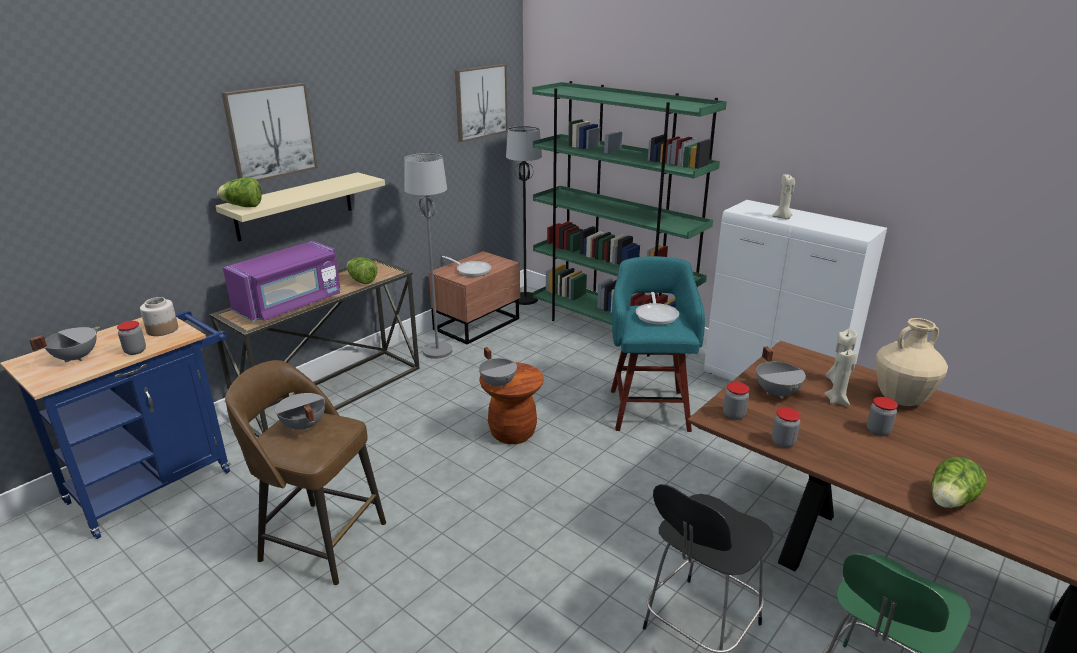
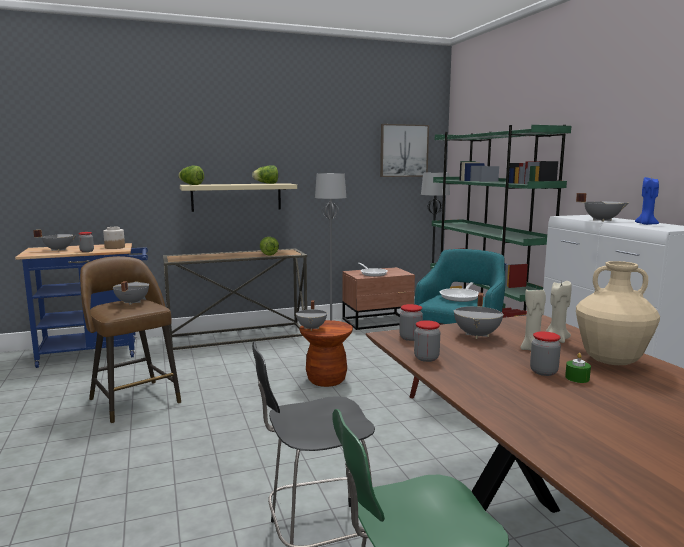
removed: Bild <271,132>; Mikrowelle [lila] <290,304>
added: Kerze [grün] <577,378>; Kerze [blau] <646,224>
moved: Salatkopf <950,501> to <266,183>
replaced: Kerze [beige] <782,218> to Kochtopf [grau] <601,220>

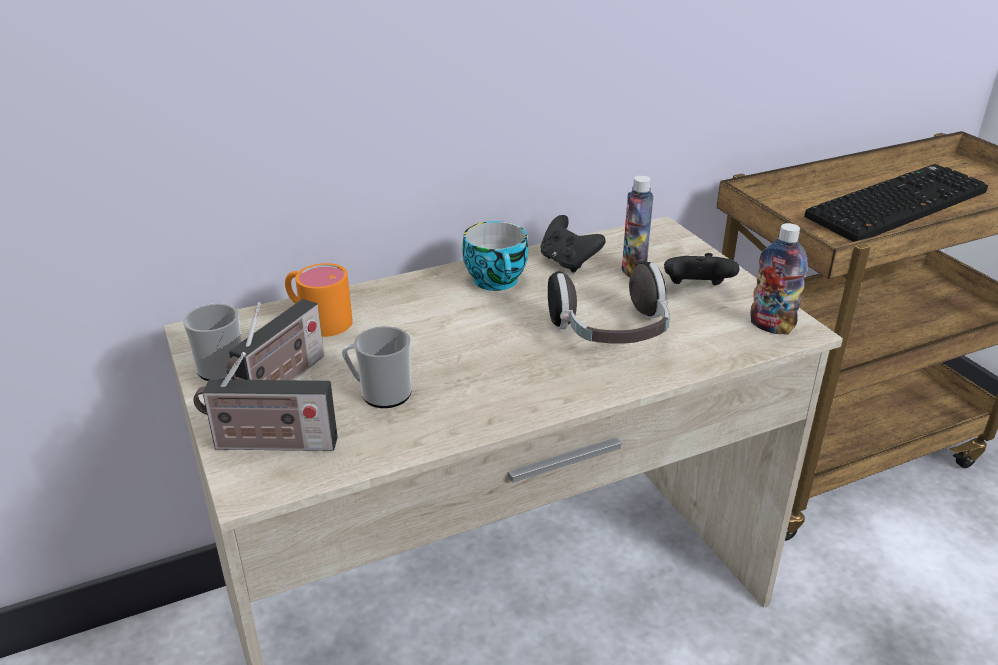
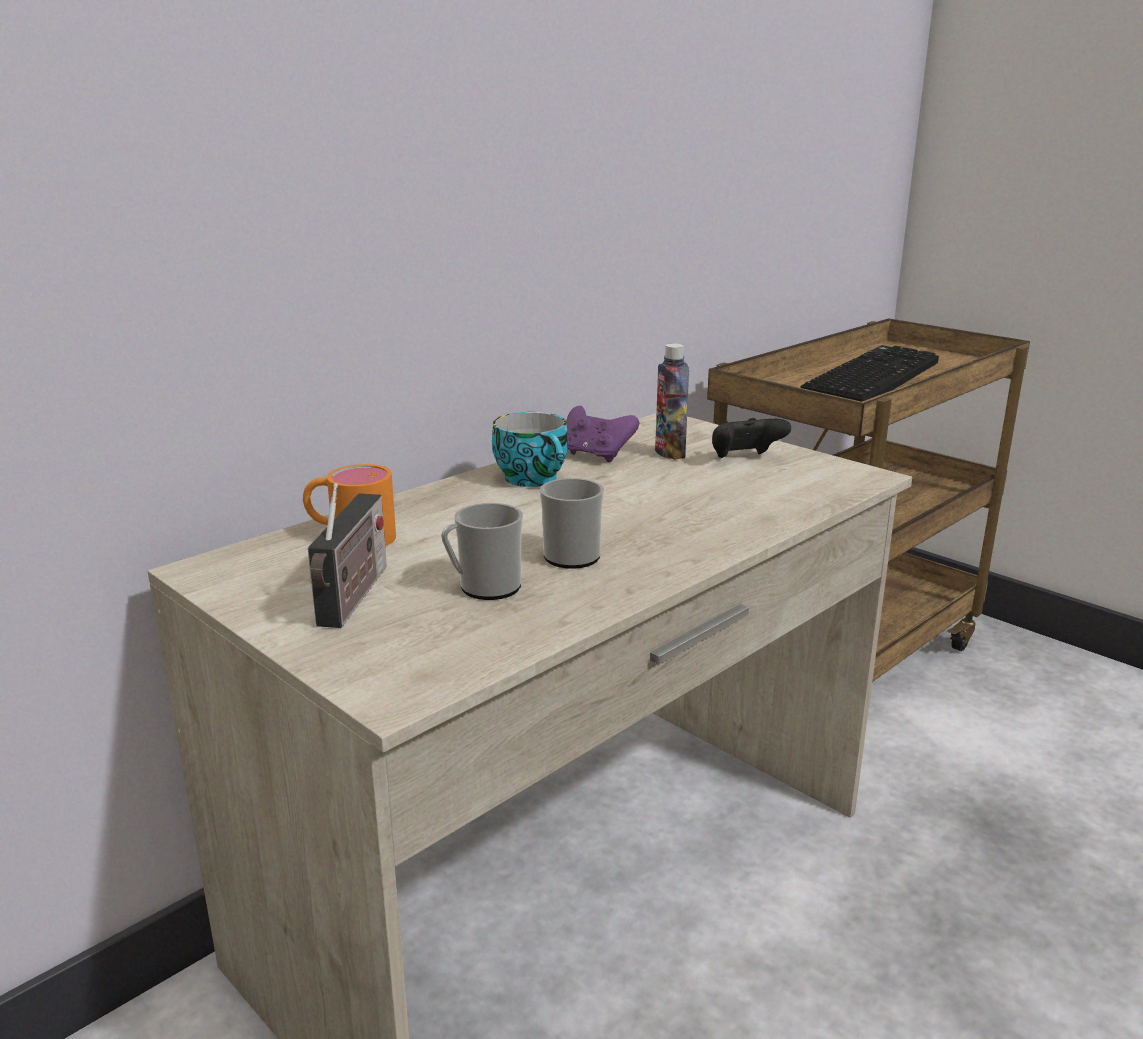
removed: Radio <269,444>; Kopfhörer <611,333>; Flasche <771,326>
moved: Henkelbecher <221,365> to <567,554>
recoloured: Gamepad [schwarz] <568,262> to Gamepad [lila] <596,455>

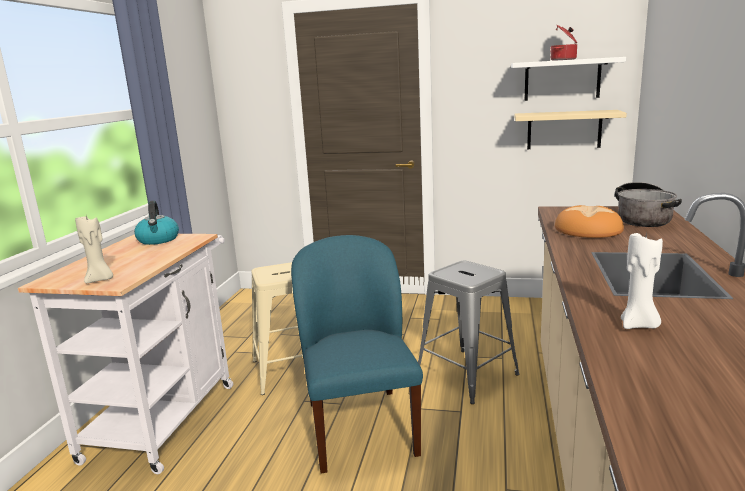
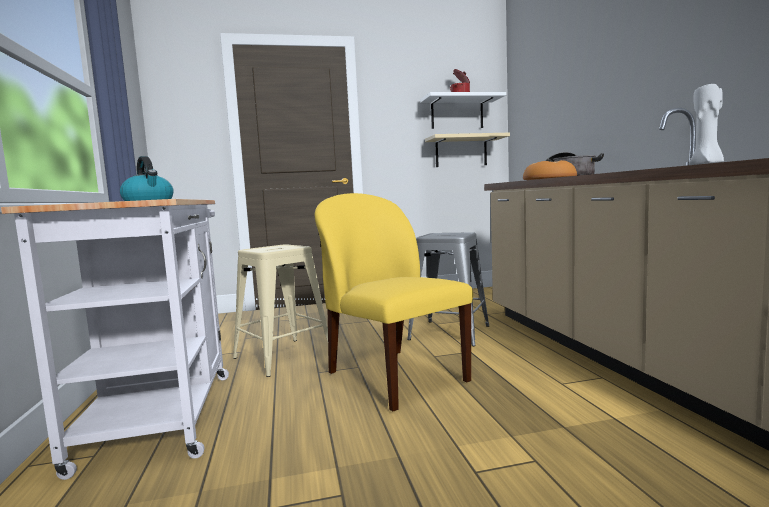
removed: Kerze [beige] <100,280>
recoloured: Stuhl [blau] <360,426> to Stuhl [gelb] <394,376>

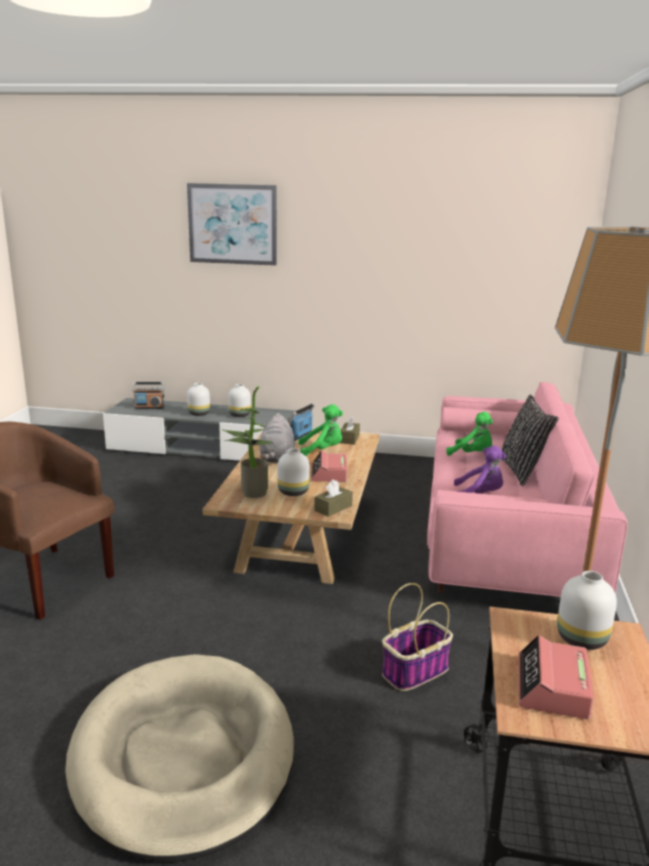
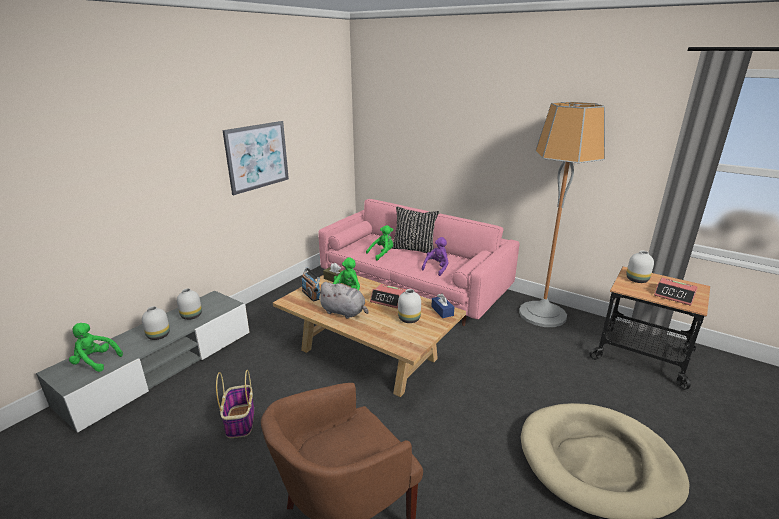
removed: Topfpflanze <250,493>
moved: Korb <415,671> to <240,420>; Bild <232,224> to <257,156>
replaced: Radio <149,407> to Plüschtier [grün] <95,361>
recoloured: Taschentuchbox [braun] <333,508> to Taschentuchbox [blau] <442,311>

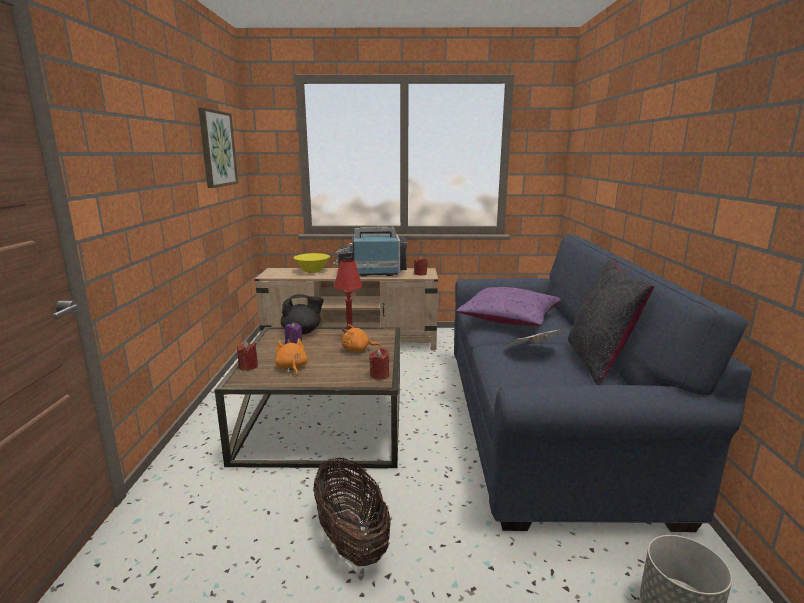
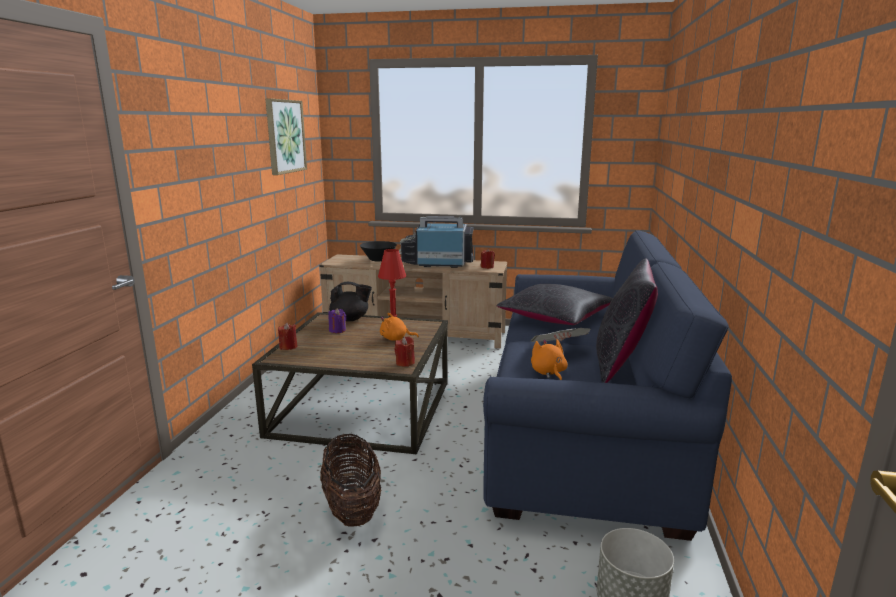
moved: Plüschtier [orange] <291,368> to <548,373>
recoloured: Schüssel [gelb] <312,271> to Schüssel [schwarz] <378,259>; Kissen [lila] <509,319> to Kissen [schwarz] <555,318>

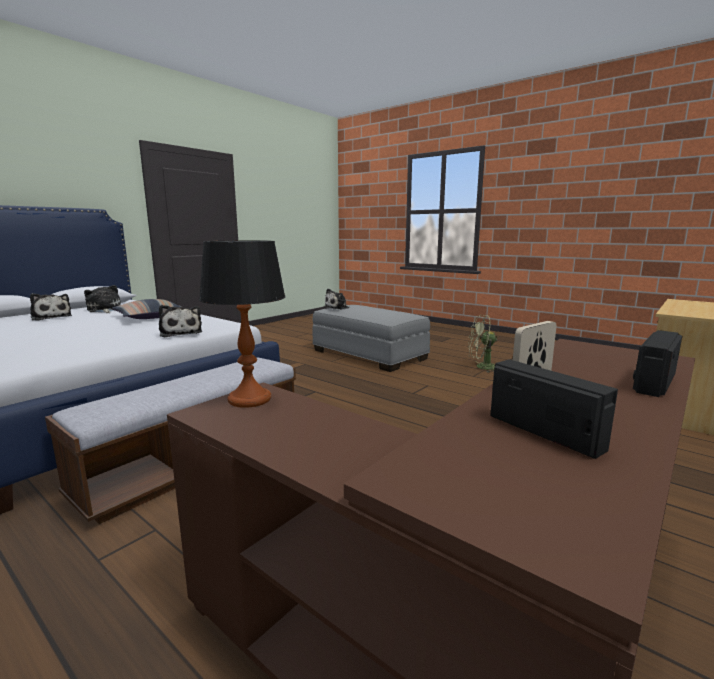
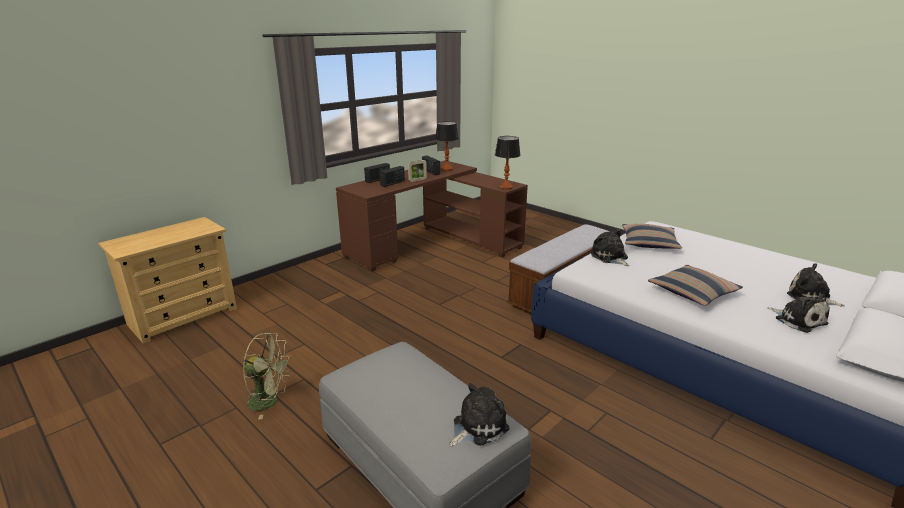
added: Radio <392,183>; Tischlampe <447,169>; Kissen <649,243>

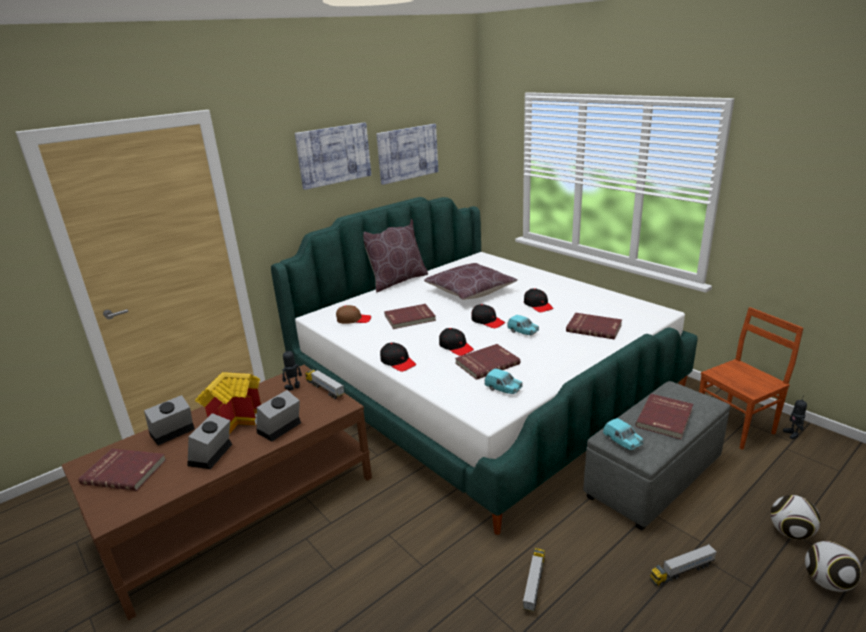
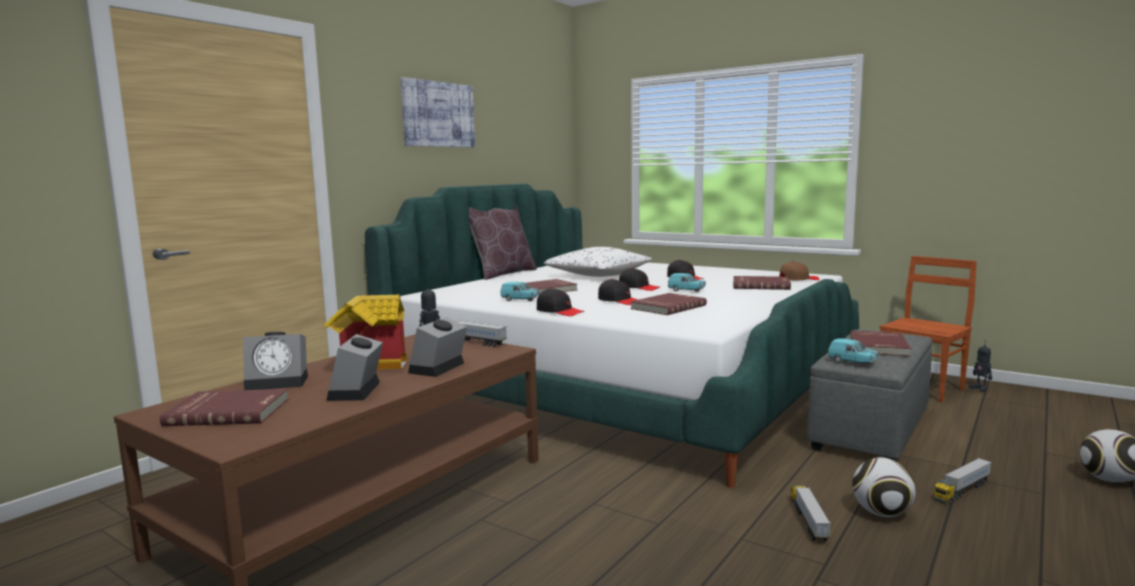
removed: Bild <407,153>
moved: Spielzeugauto [türkis] <503,389> to <520,300>; Kappe [braun] <353,320> to <798,279>; Fußball <790,532> to <881,513>
recoloured: Kissen [braun] <470,291> to Kissen [weiß] <598,275>
turned: Wecker <171,433> = <280,382> 135 degrees counterclockwise

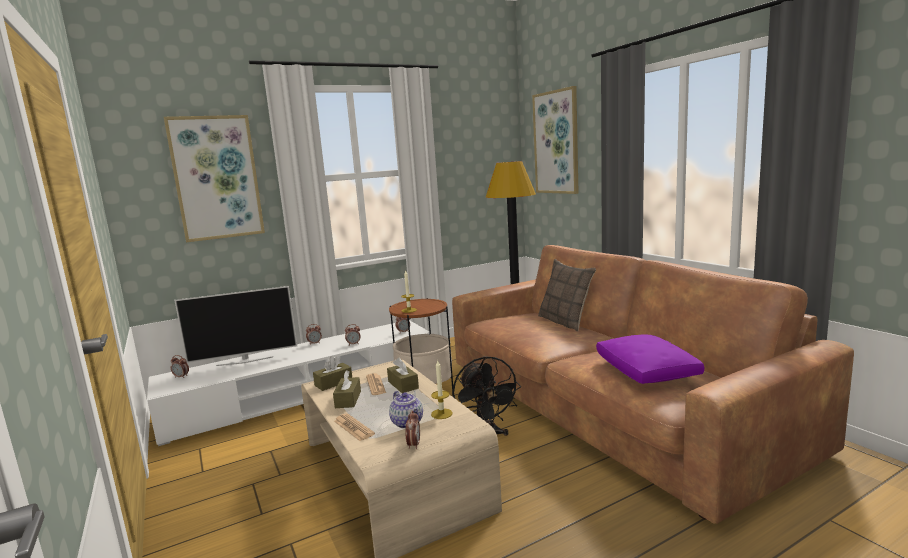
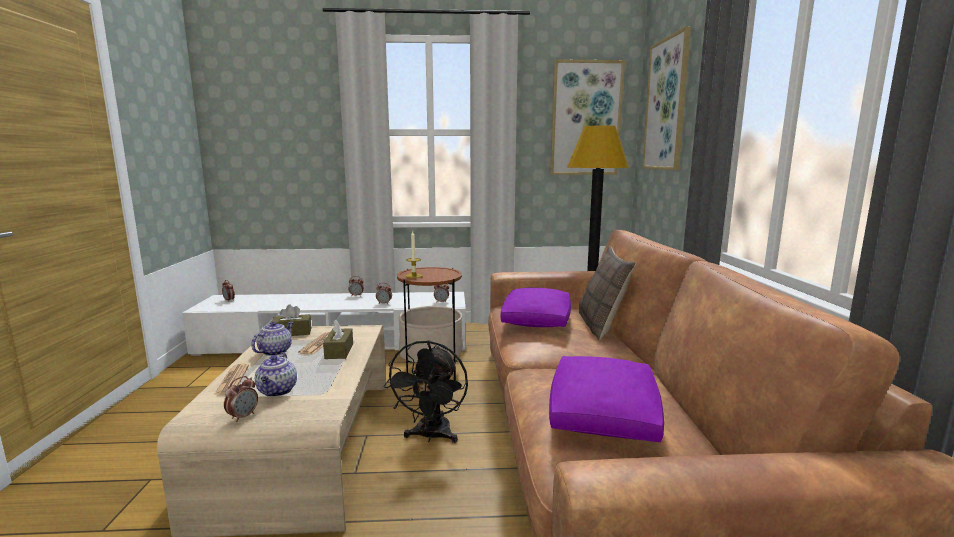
removed: Fernseher <245,361>; Kerze <441,414>
added: Kissen [lila] <536,320>
moved: Bild <216,178> to <585,119>
replaced: Taschentuchbox [braun] <348,399> to Teekanne <275,351>

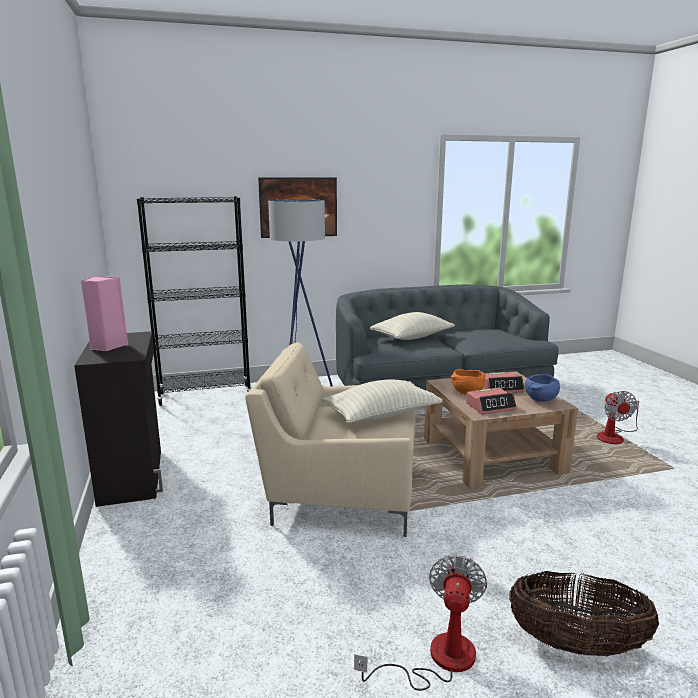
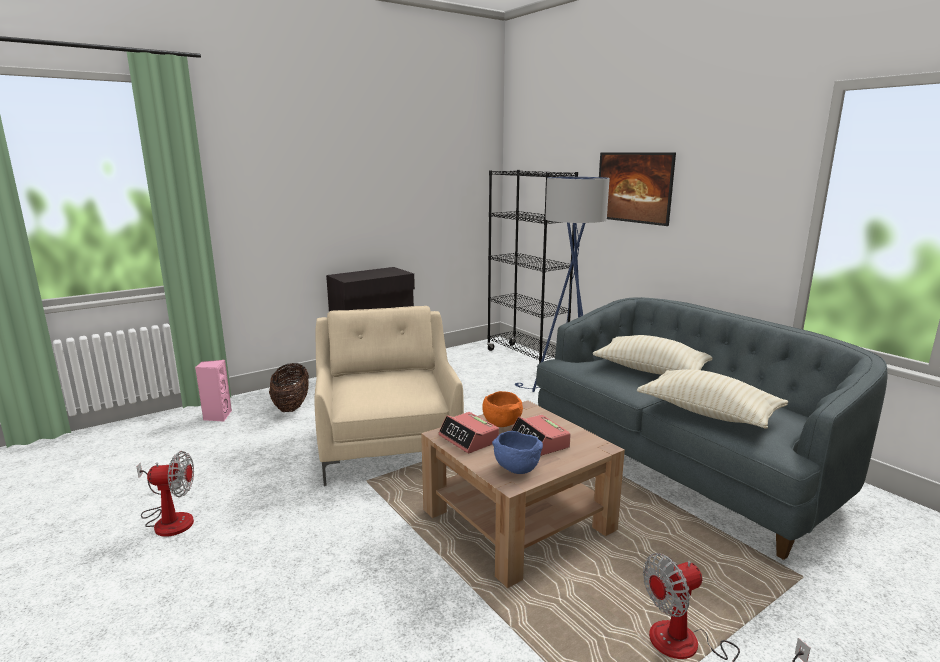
moved: Lautsprecher [rosa] <107,346> to <217,416>; Korb <575,644> to <291,406>; Kissen [beige] <381,415> to <708,413>

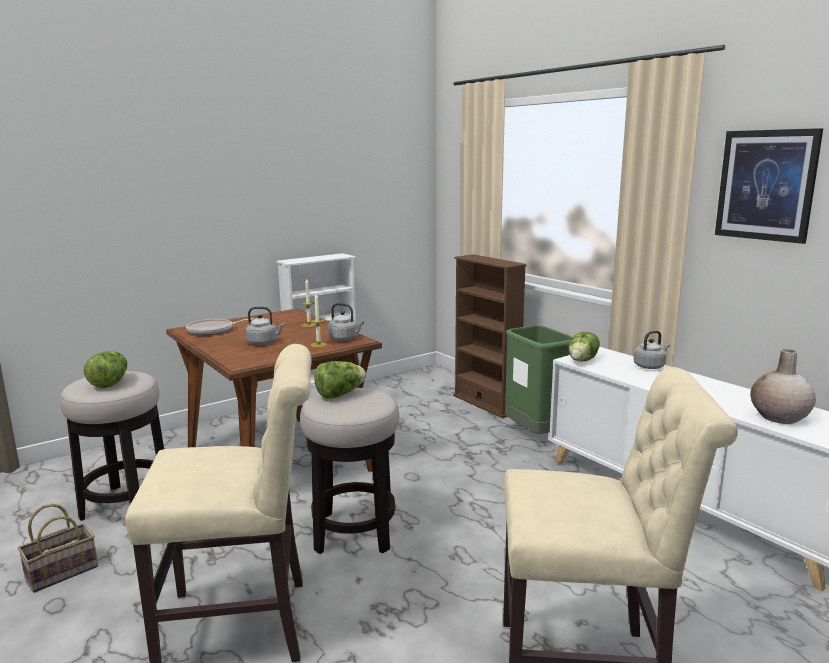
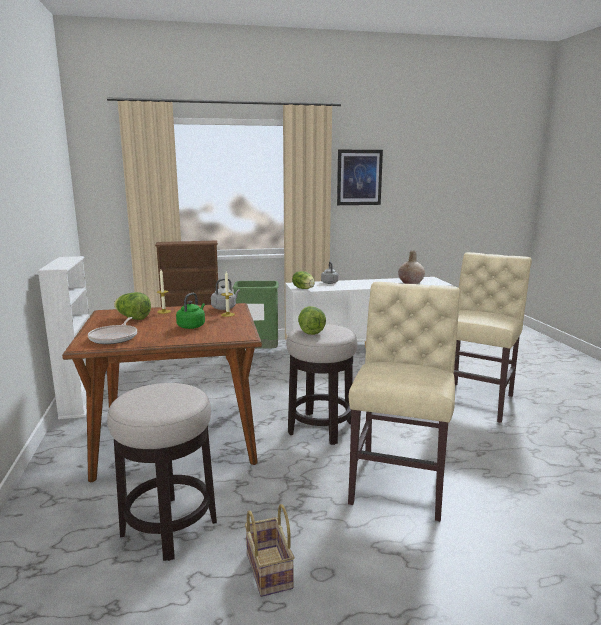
moved: Salatkopf <110,383> to <133,318>
recoloured: Wasserkessel [grau] <264,342> to Wasserkessel [grün] <192,326>

